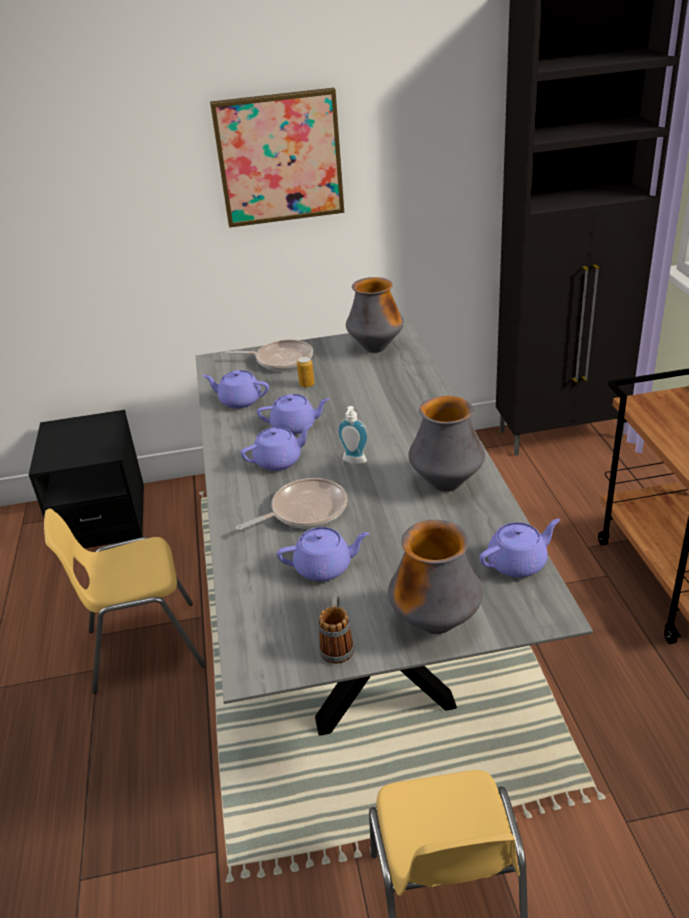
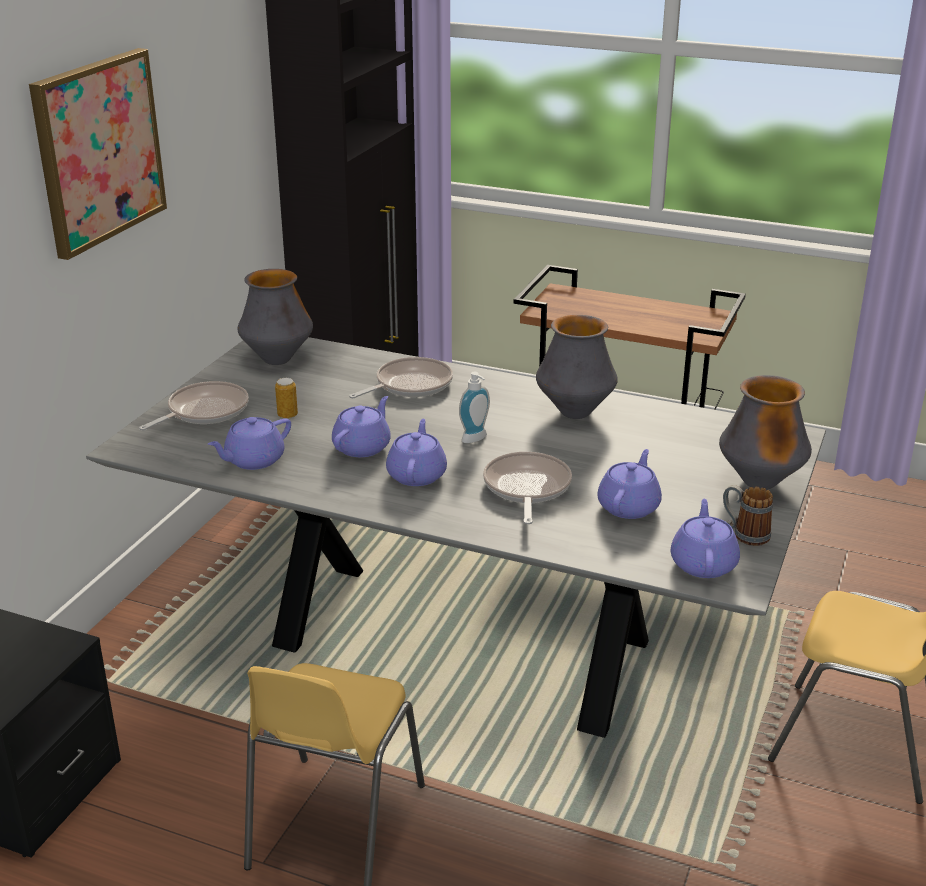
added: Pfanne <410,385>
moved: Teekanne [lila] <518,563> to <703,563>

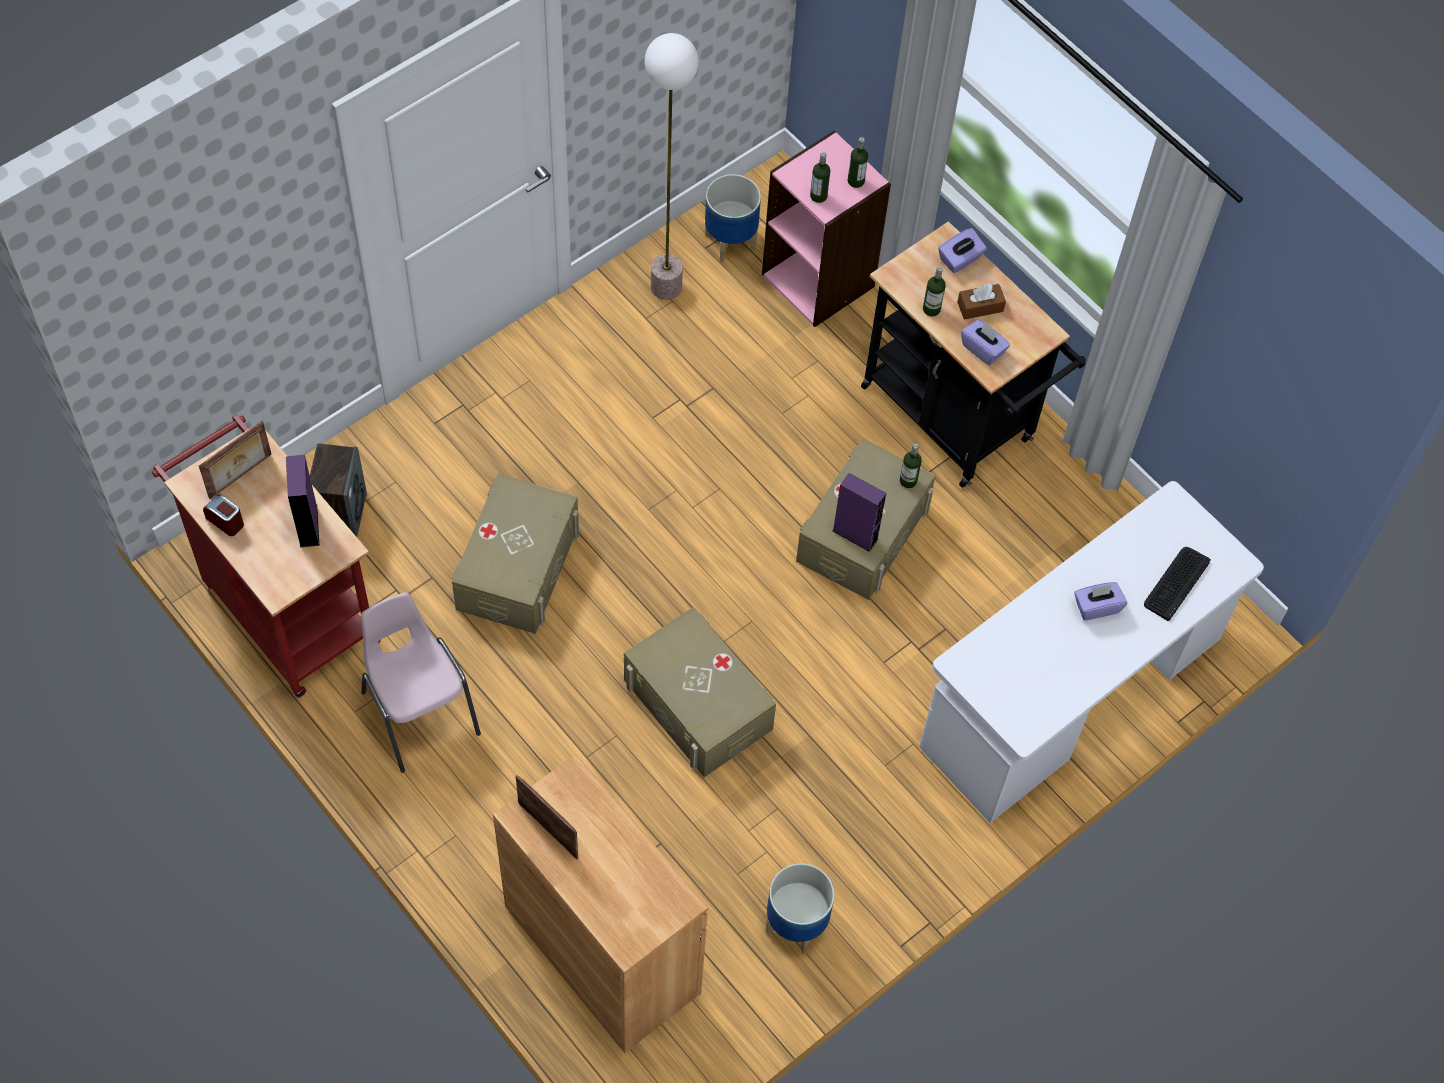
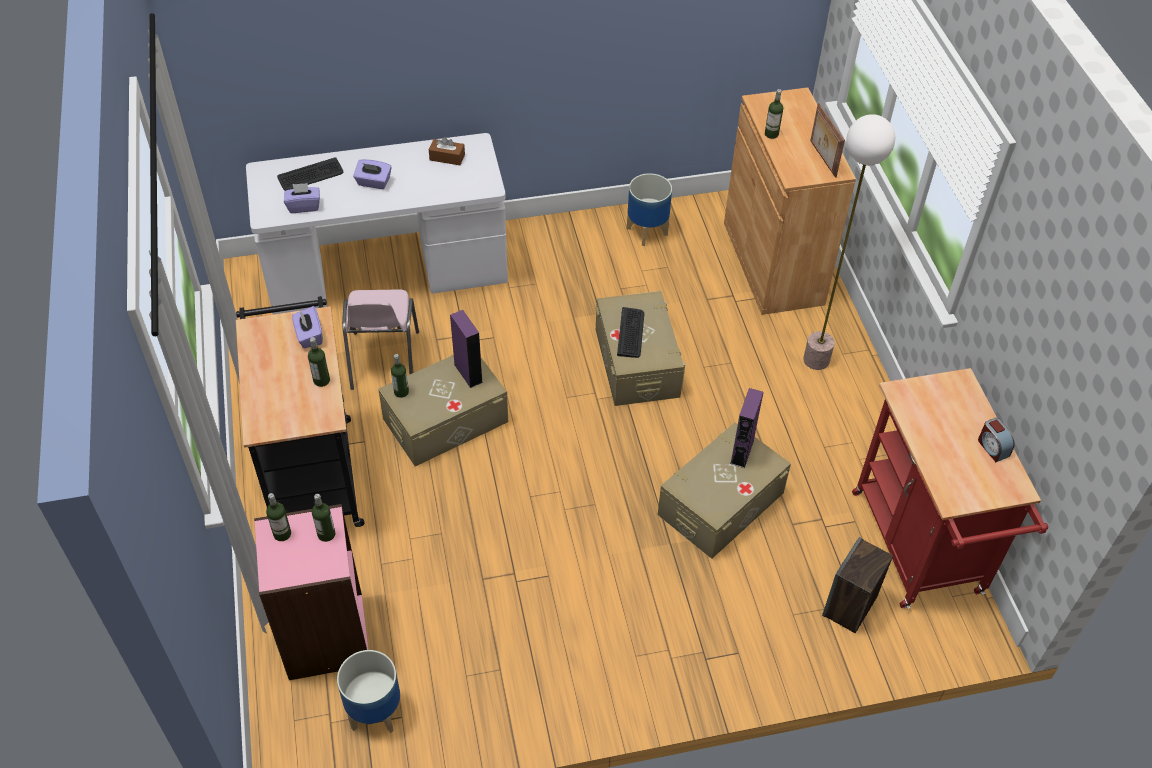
removed: Bilderrahmen <241,477>
added: Tastatur <631,333>; Flasche <771,134>
moved: Taschentuchbox [lila] <960,259> to <304,206>; Stuhl [rosa] <419,712> to <383,361>; Taschentuchbox [braun] <980,307> to <447,157>; Lautsprecher [lila] <308,525> to <742,451>; Stehlampe <666,286> to <816,360>

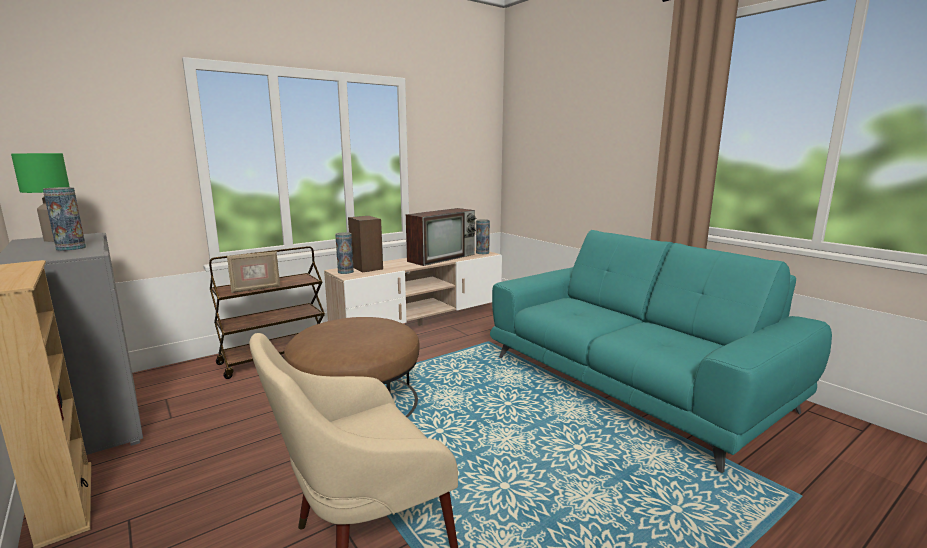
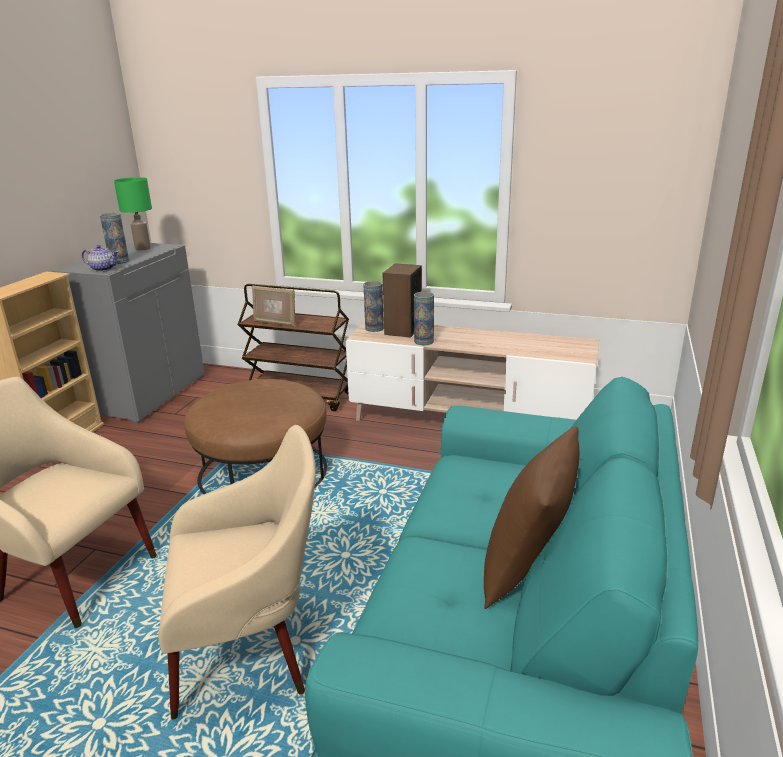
removed: Fernseher <442,257>
added: Teekanne <103,269>; Sessel [beige] <251,652>; Kissen [braun] <527,567>
moved: Vase <482,253> to <424,341>

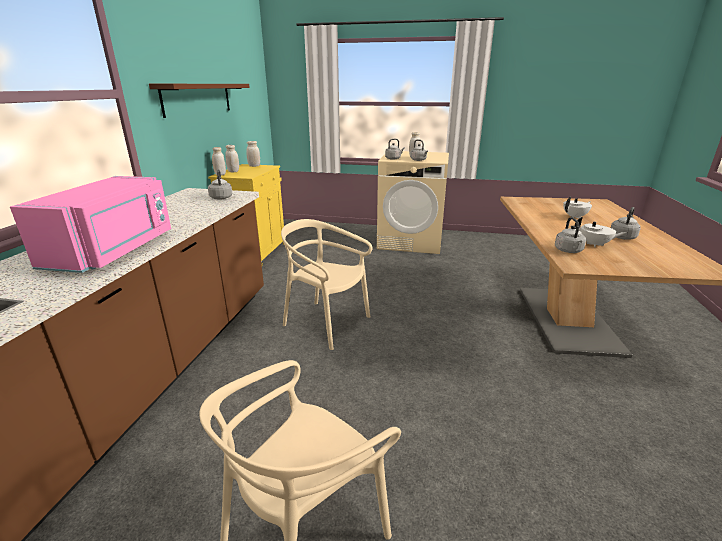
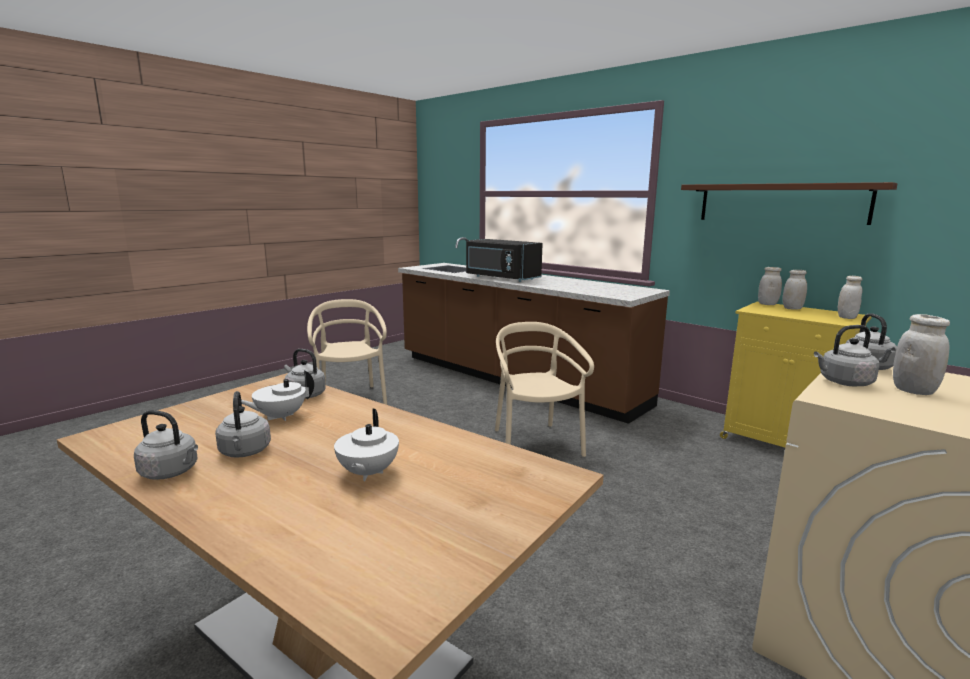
moved: Wasserkessel [grau] <221,197> to <171,472>
recoloured: Mikrowelle [rosa] <115,250> to Mikrowelle [schwarz] <500,278>
turned: Stuhl [beige] <326,323> = <535,444> 75 degrees counterclockwise

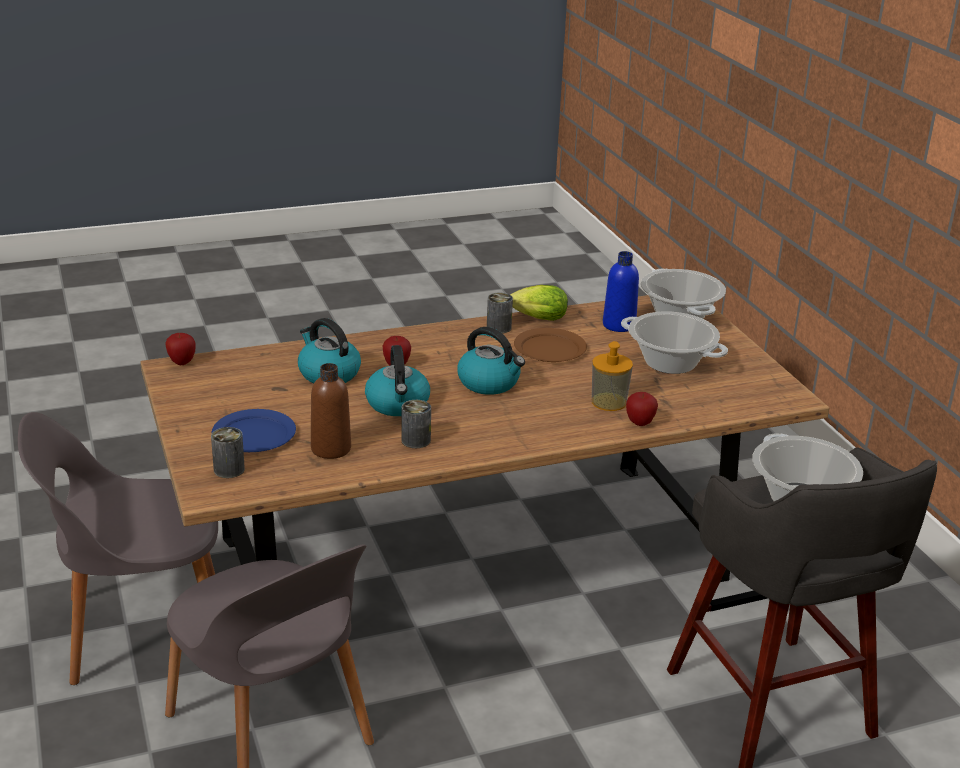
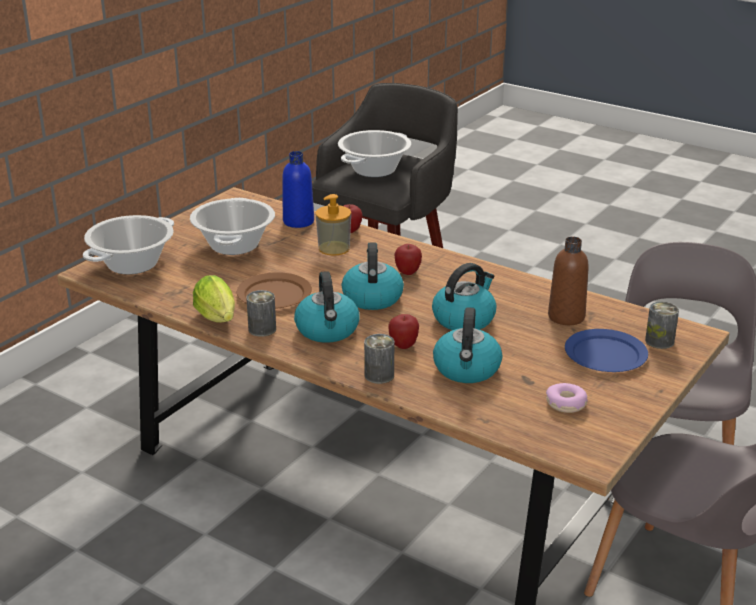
added: Wasserkessel <327,330>; Donut <566,404>
moved: Flasche [blau] <619,325> to <298,221>; Dose <416,440> to <379,375>; Apfel <182,362> to <407,272>

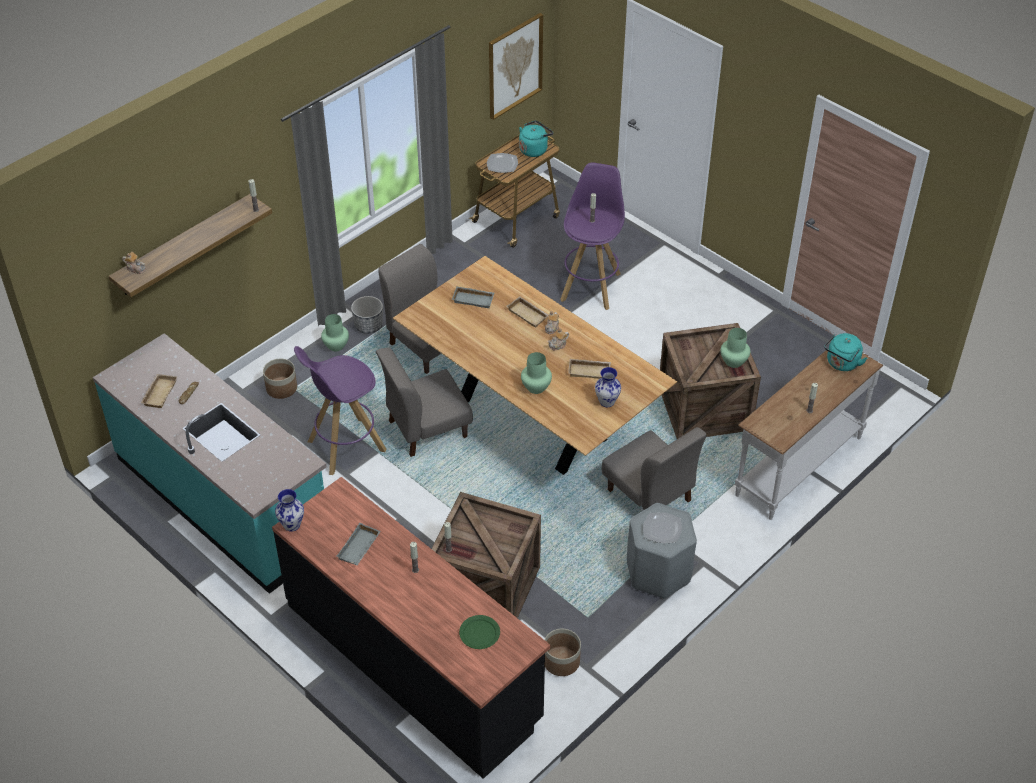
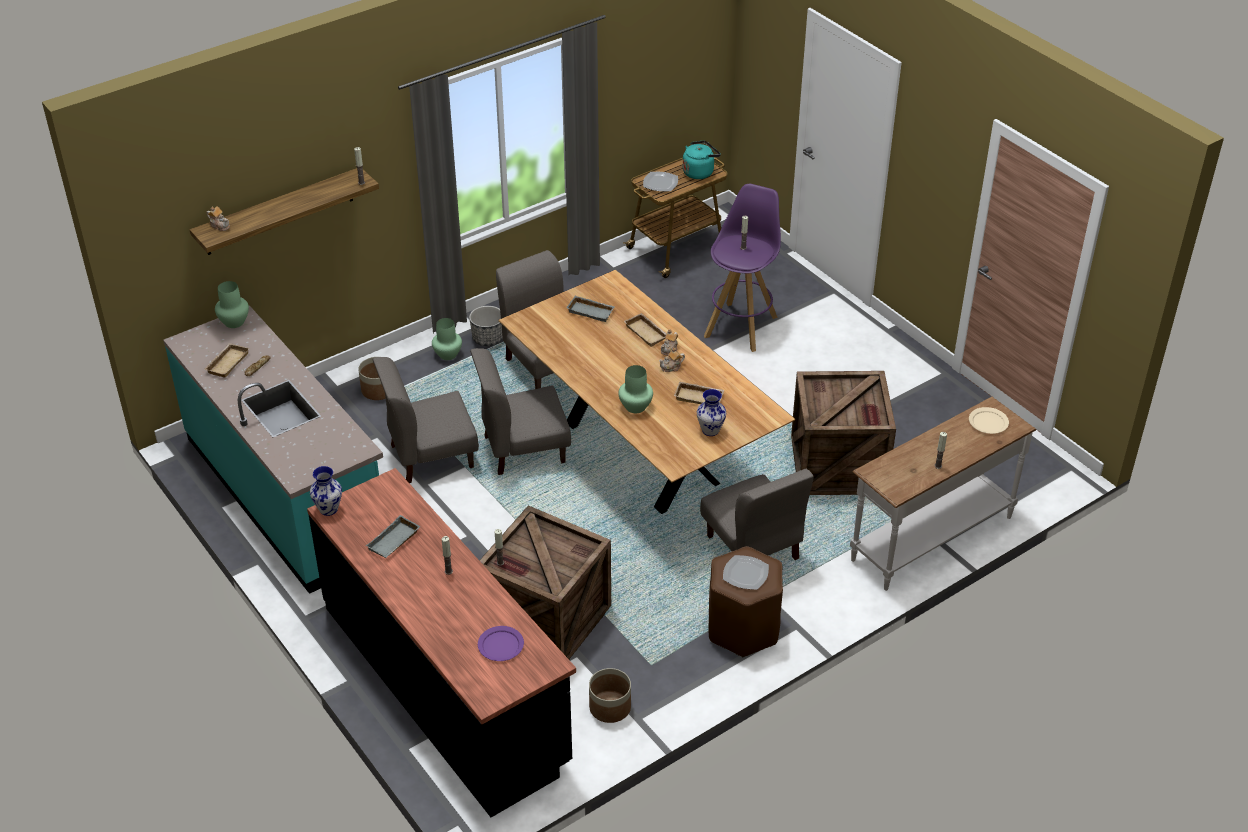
removed: Bild <514,66>
moved: Vase [grün] <733,362> to <233,322>
replaced: Hocker [lila] <345,446> to Stuhl [grau] <431,456>; Wasserkessel [türkis] <842,364> to Teller [beige] <988,422>
recoloured: Teller [grün] <479,633> to Teller [lila] <500,645>; Hocker [grau] <658,572> to Hocker [braun] <742,629>

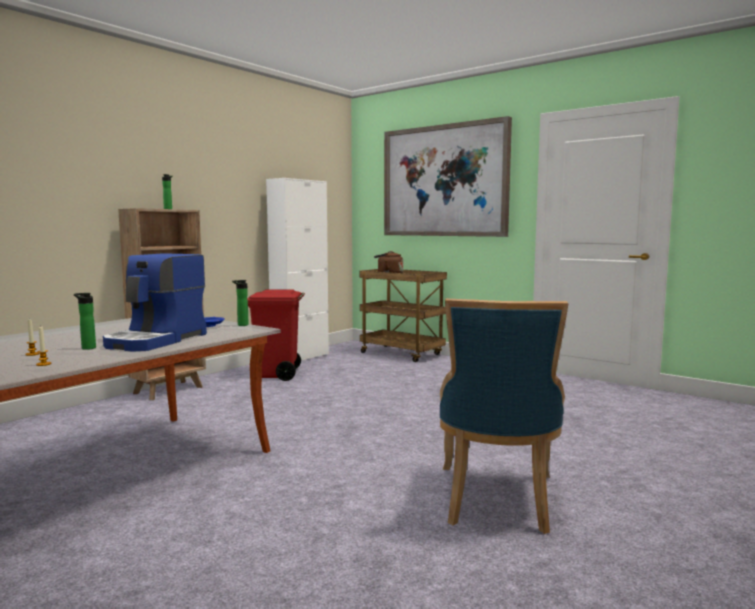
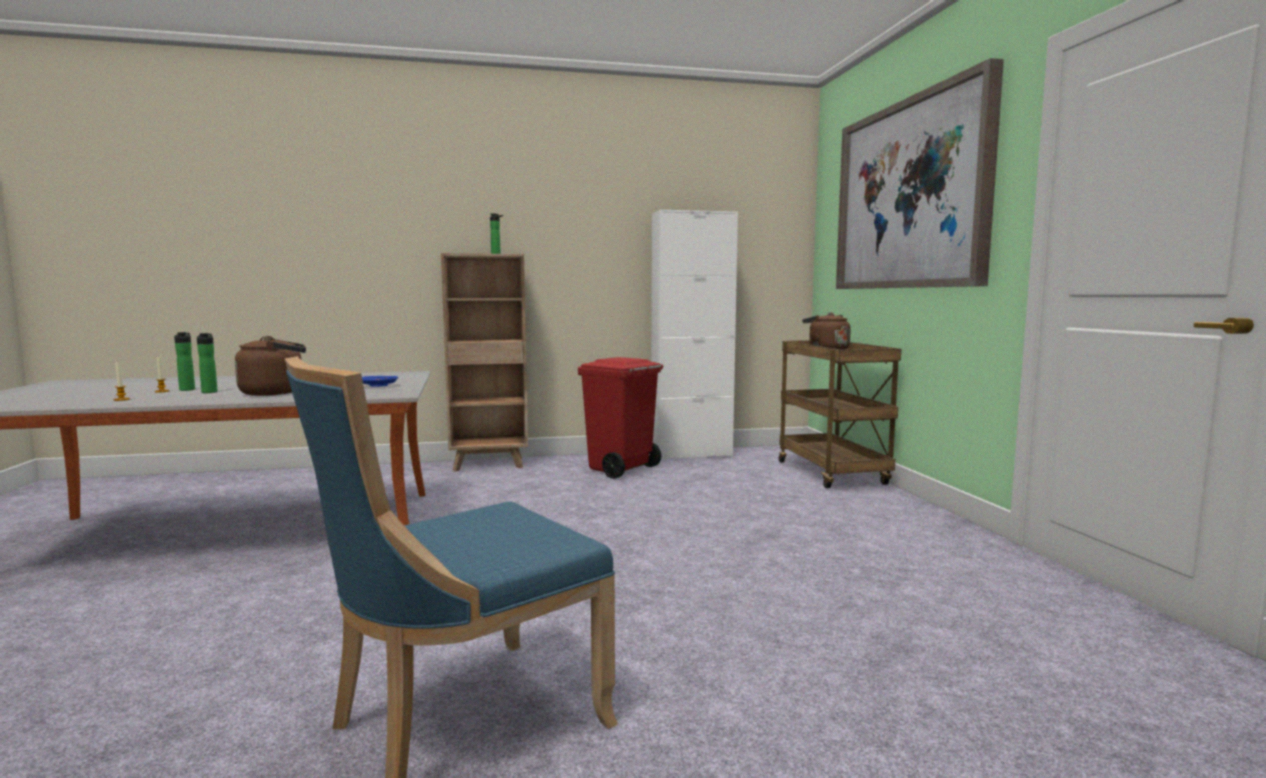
moved: Flasche <241,325> to <187,389>
replaced: Kaffeemaschine <157,340> to Wasserkessel [braun] <276,393>

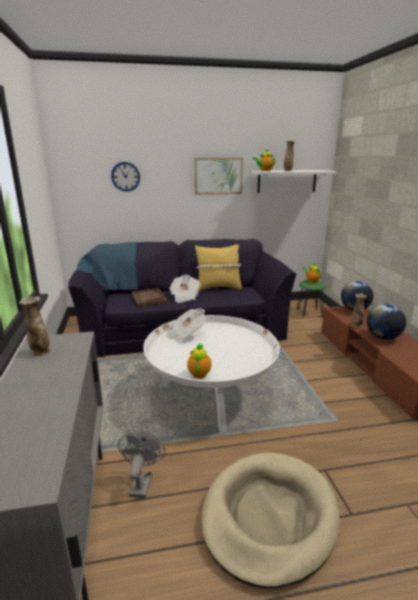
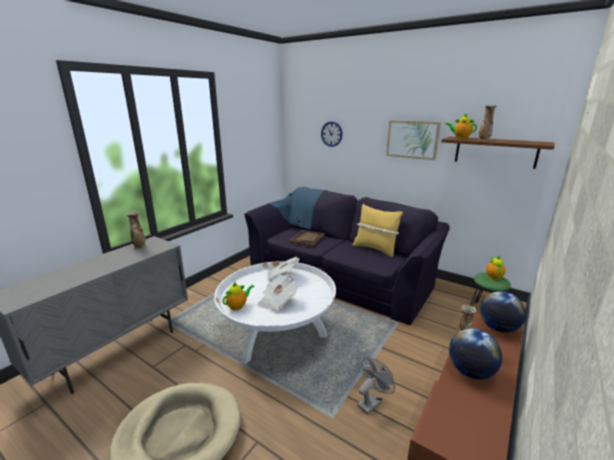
moved: Zeitung <184,297> to <277,301>; Ventilator [grau] <142,482> to <372,401>
recoloured: Wandregal [weiß] <287,181> to Wandregal [braun] <495,152>

